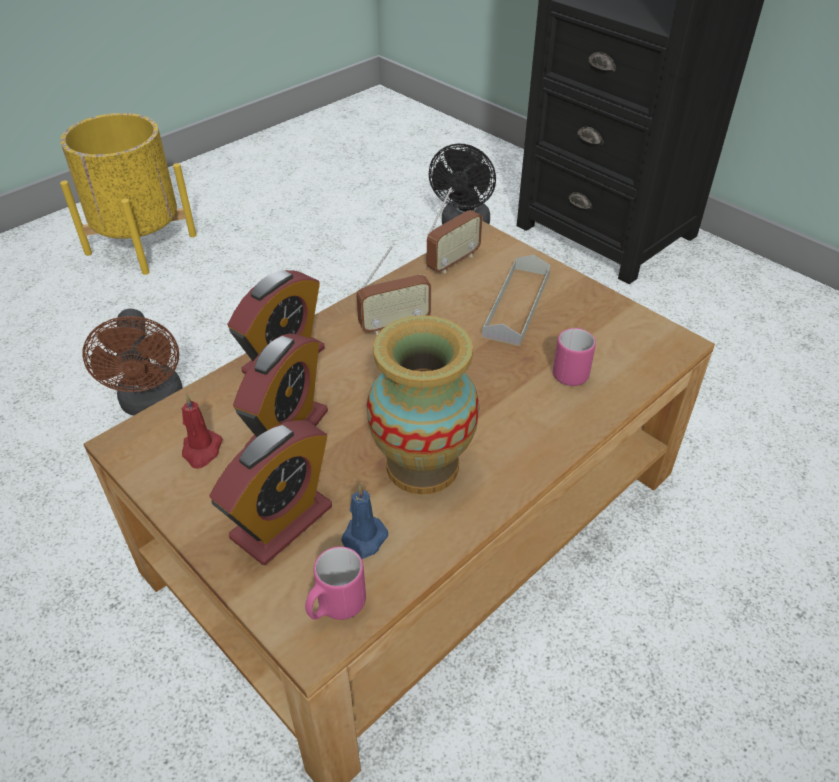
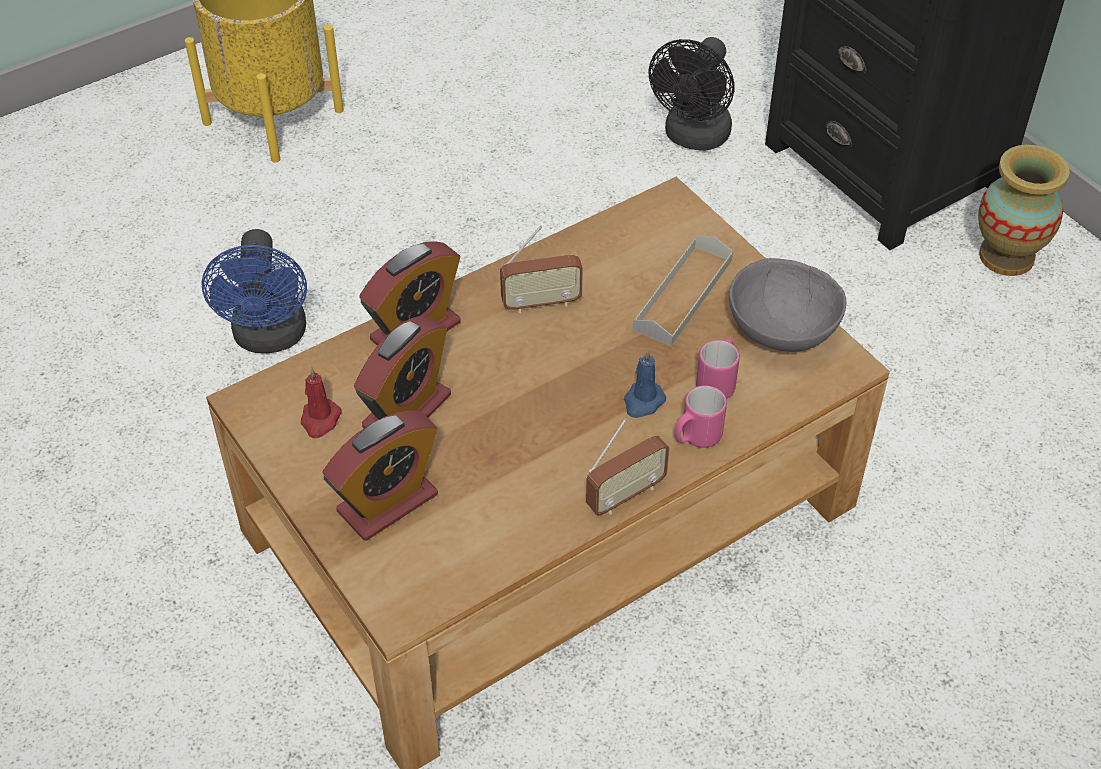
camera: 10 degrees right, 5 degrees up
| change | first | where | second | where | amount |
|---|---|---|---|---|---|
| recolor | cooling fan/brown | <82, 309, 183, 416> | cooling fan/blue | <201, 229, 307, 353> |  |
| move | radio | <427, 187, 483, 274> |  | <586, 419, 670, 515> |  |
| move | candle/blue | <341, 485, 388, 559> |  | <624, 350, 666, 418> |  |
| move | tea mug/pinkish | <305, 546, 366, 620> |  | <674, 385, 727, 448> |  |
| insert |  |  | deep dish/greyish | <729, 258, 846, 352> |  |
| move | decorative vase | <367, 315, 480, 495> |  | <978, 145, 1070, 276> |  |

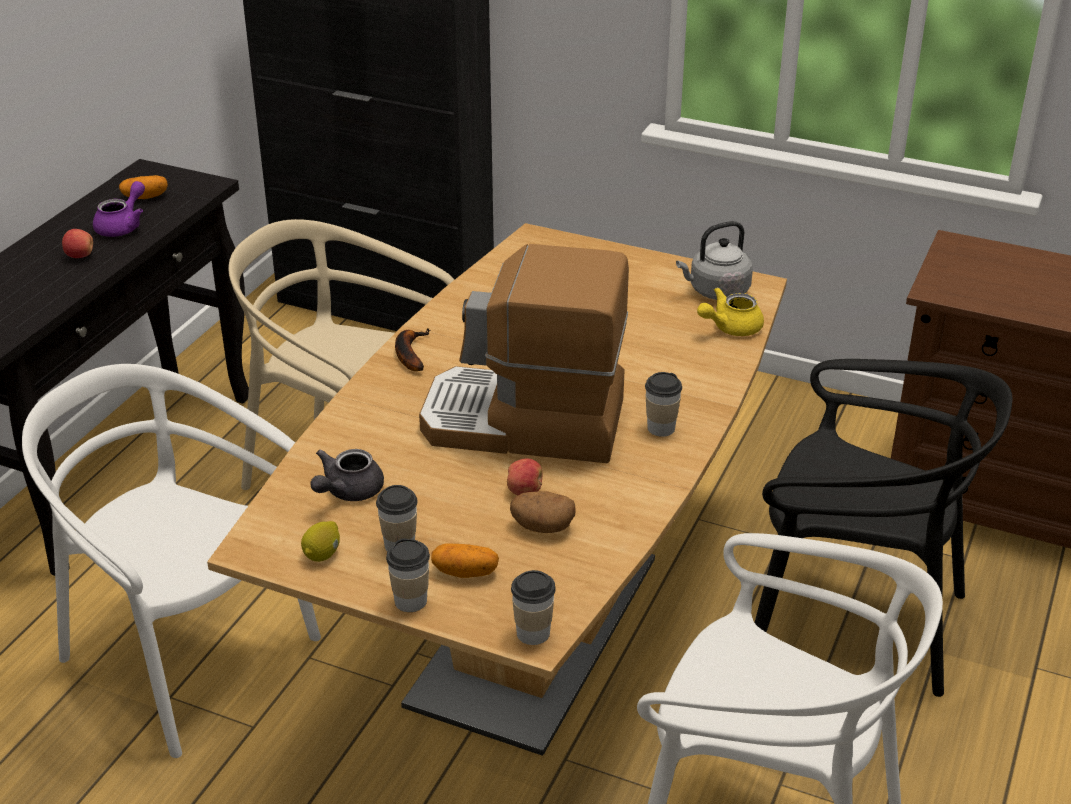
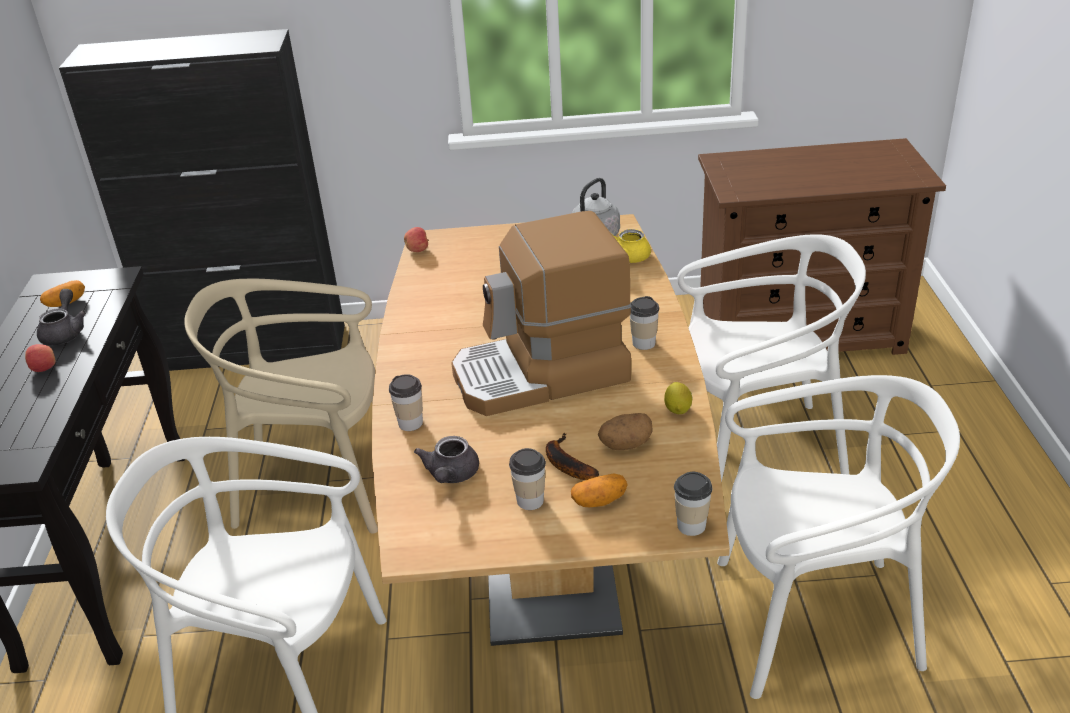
camera: 25 degrees left, 0 degrees up
| change | first | where | second | where | amount |
|---|---|---|---|---|---|
| recolor | pot for tea/purple | <93, 181, 145, 237> | pot for tea/greyish | <37, 289, 86, 346> |  |
| move | small cup | <386, 538, 430, 612> |  | <389, 374, 423, 431> |  |
| move | apple | <507, 458, 542, 495> |  | <404, 227, 429, 252> |  |
| move | whole banana | <395, 328, 431, 371> |  | <546, 433, 599, 480> |  |
| move | lemon | <301, 521, 340, 562> |  | <664, 382, 692, 414> |  |
| recolor | chair/black-coloured | <755, 359, 1012, 697> | chair/white-coloured | <677, 235, 866, 483> |  |

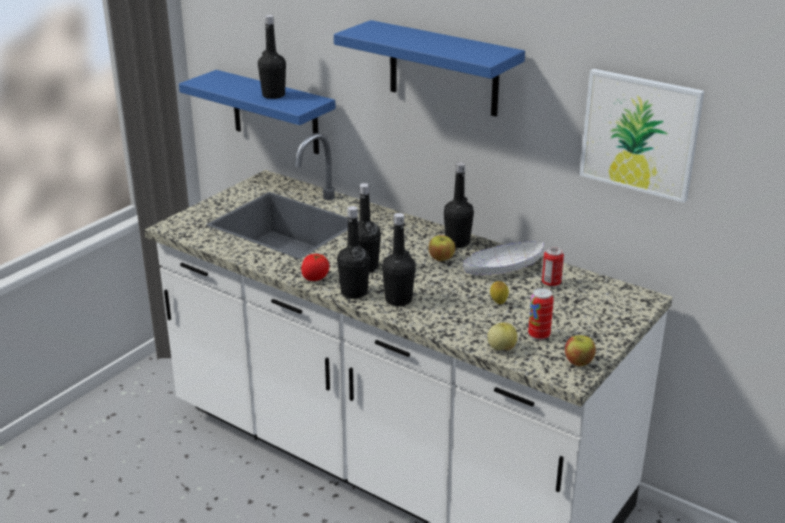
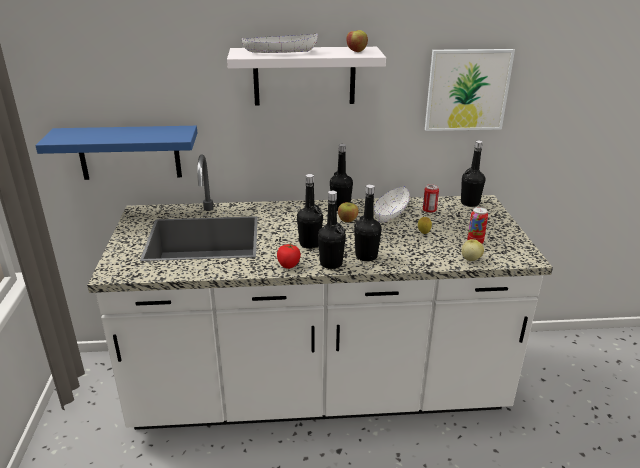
camera: 40 degrees left, 0 degrees up
| change | first | where | second | where | amount |
|---|---|---|---|---|---|
| recolor | shelf/blue | <334, 20, 525, 116> | shelf/white-coloured | <227, 47, 386, 106> |  |
| insert |  |  | deep dish/white-coloured | <242, 33, 318, 53> |  |
| move | apple | <565, 335, 596, 366> |  | <346, 30, 368, 52> |  |
| move | beverage bottle/black-coloured | <258, 15, 286, 99> |  | <461, 141, 485, 207> |  |

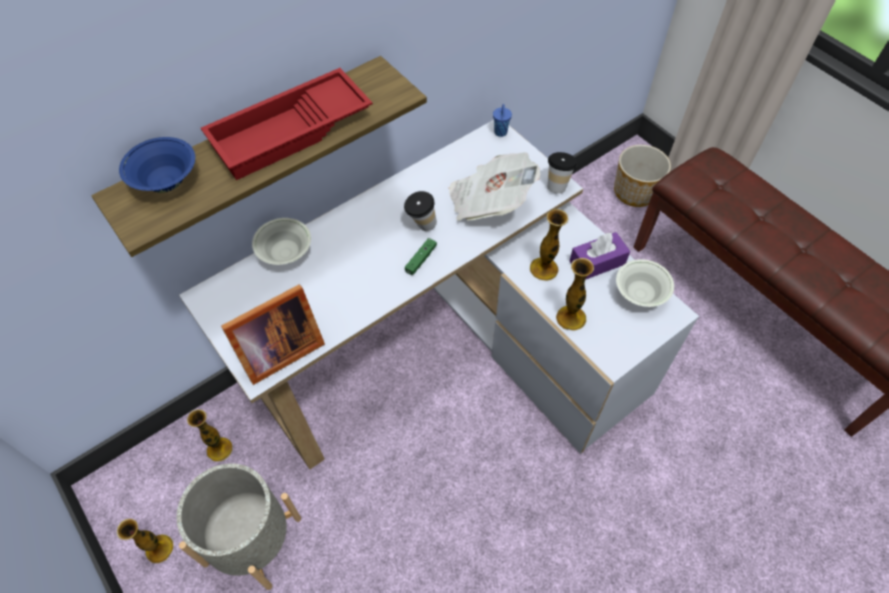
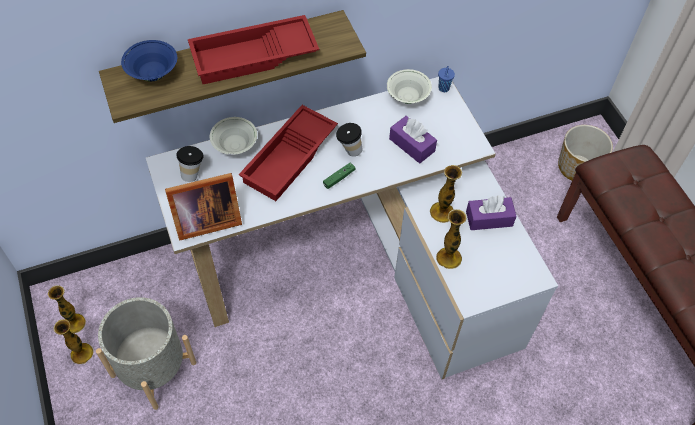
camera: 15 degrees right, 0 degrees up
| change | first | where | second | where | amount |
|---|---|---|---|---|---|
| move | decorative vase | <187, 409, 233, 461> |  | <48, 285, 86, 334> |  |
| move | small cup | <548, 152, 578, 194> |  | <176, 146, 204, 182> |  |
| insert |  |  | serving tray/reddish | <239, 105, 338, 201> |  |
| move | deep dish/white-coloured | <616, 259, 674, 307> |  | <387, 69, 432, 104> |  |
| replace | newspaper | <448, 152, 540, 221> | tissue holder/purple | <389, 116, 437, 163> |  |

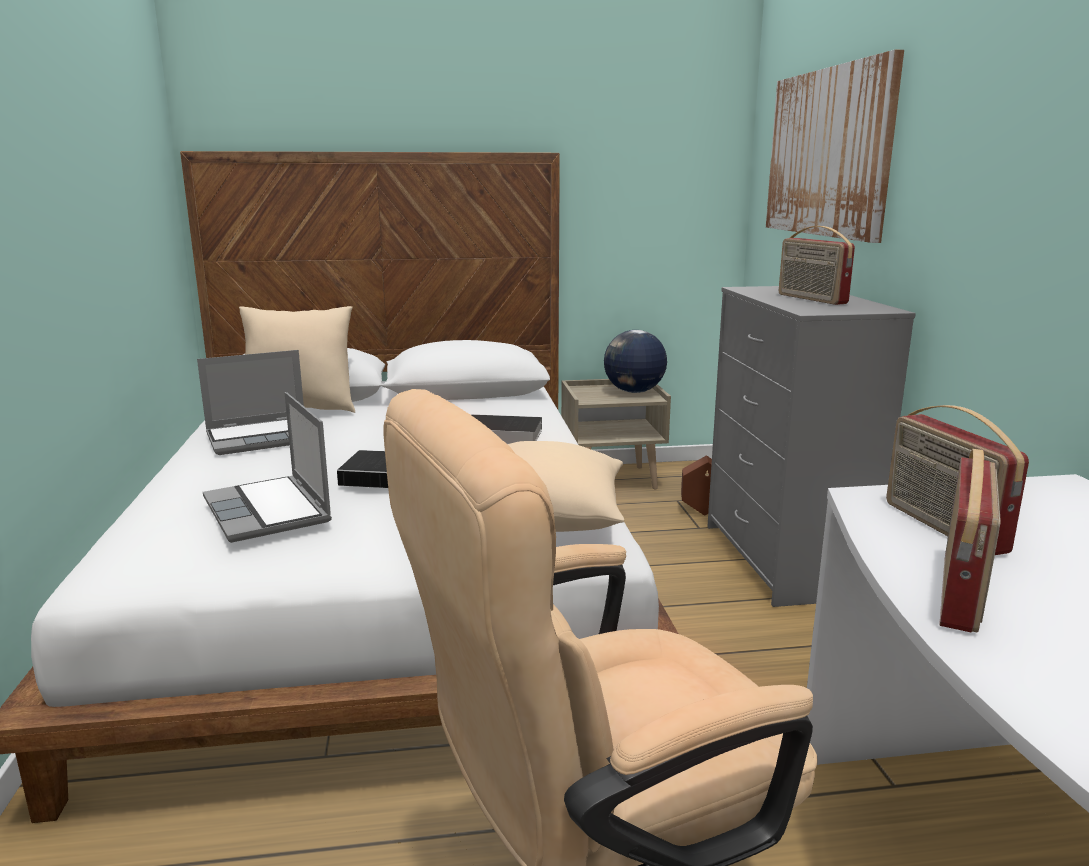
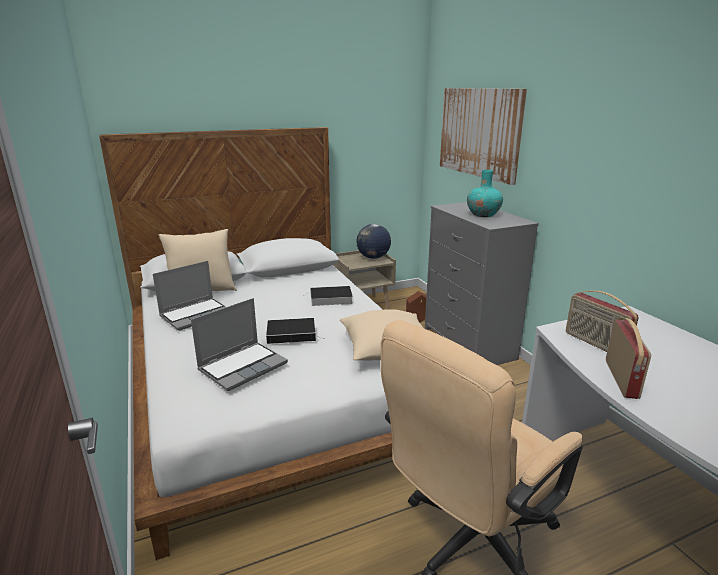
camera: 15 degrees left, 5 degrees up
| change | first | where | second | where | amount |
|---|---|---|---|---|---|
| rotate | laptop | <203, 392, 332, 543> |  | <191, 298, 288, 391> | 90 degrees counterclockwise |
| replace | radio | <779, 226, 855, 305> | decorative vase/blue-green | <467, 170, 503, 217> |  |

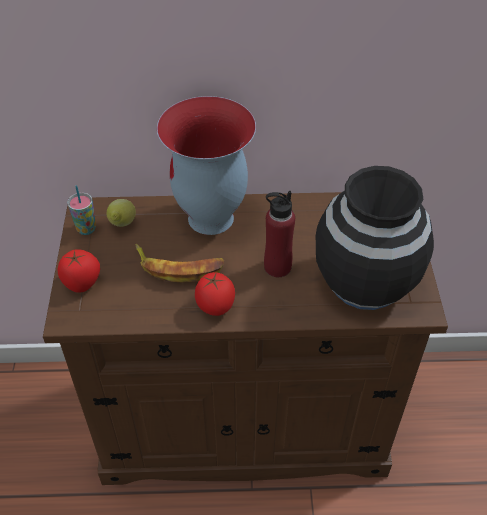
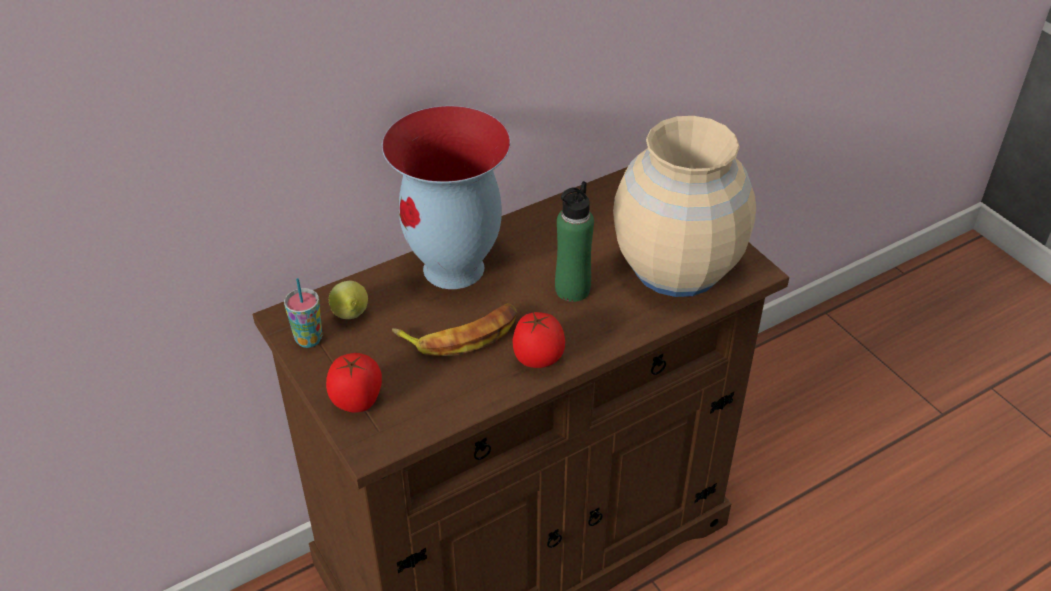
camera: 30 degrees left, 5 degrees down
| change | first | where | second | where | amount |
|---|---|---|---|---|---|
| recolor | beverage bottle/reddish | <264, 191, 295, 277> | beverage bottle/greenish | <555, 181, 594, 302> |  |
| recolor | decorative vase/black-coloured | <316, 166, 434, 310> | decorative vase/beige-coloured | <613, 116, 756, 297> |  |

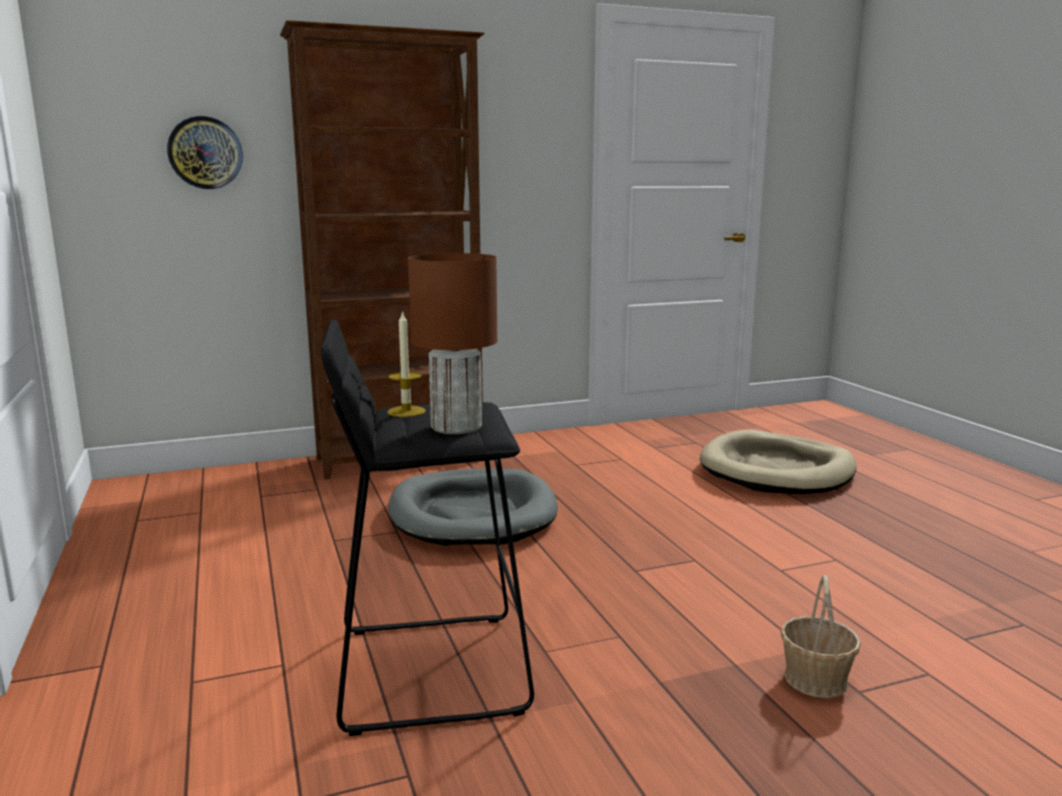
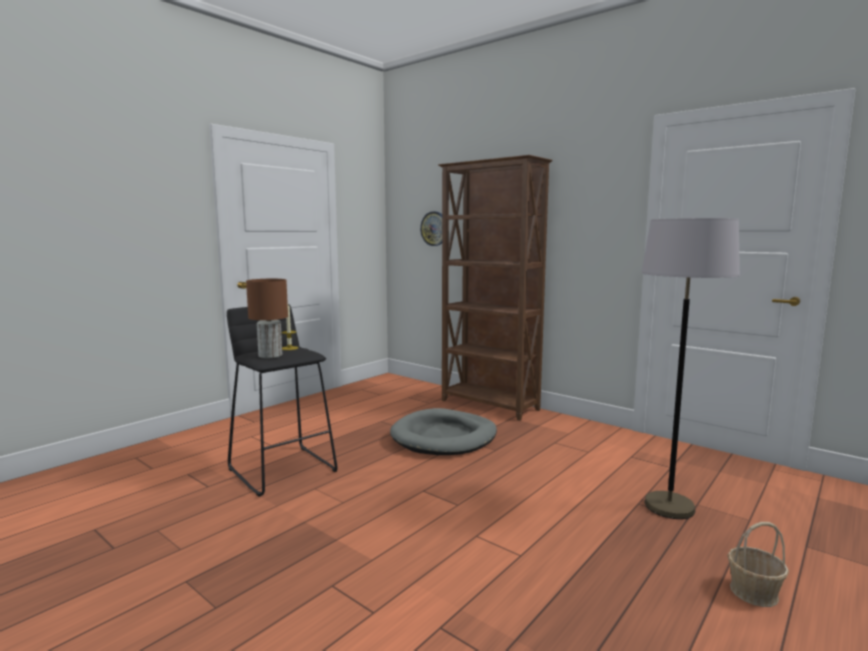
camera: 60 degrees right, 5 degrees down
| change | first | where | second | where | amount |
|---|---|---|---|---|---|
| replace | dog bed/beige-coloured | <700, 430, 856, 494> | standing lamp/greyish | <641, 218, 740, 519> |  |
| move | basket | <780, 575, 861, 698> |  | <727, 522, 789, 607> |  |

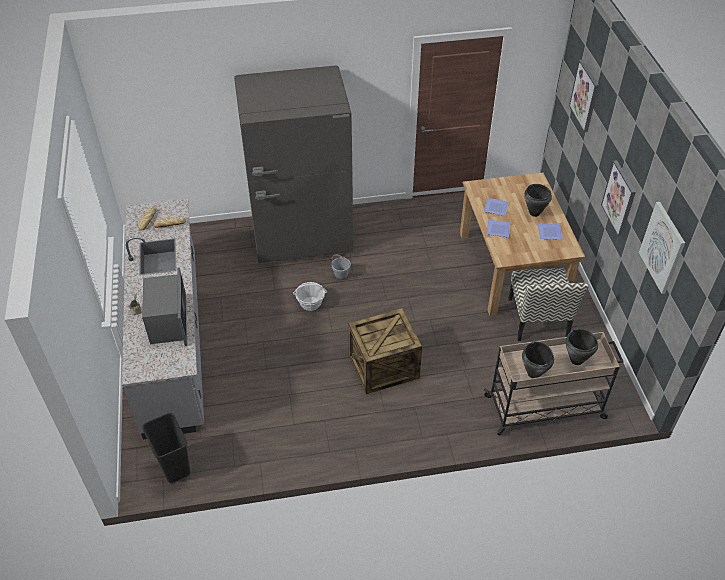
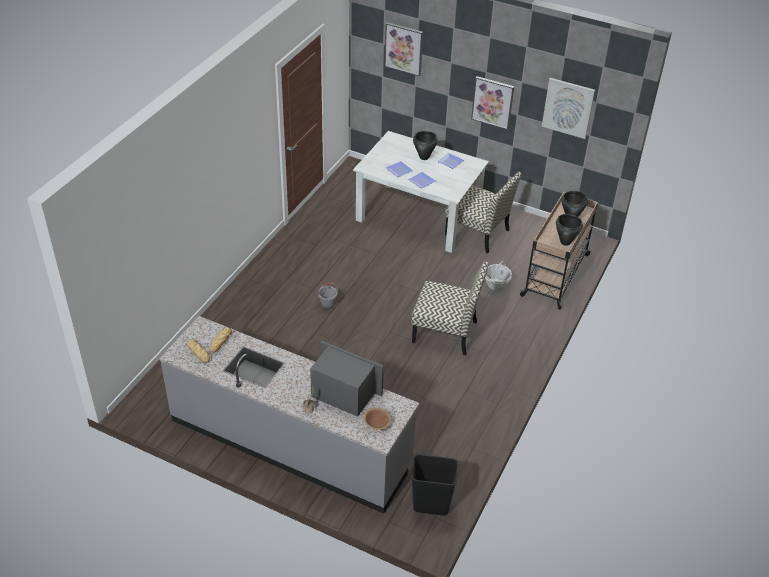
camera: 55 degrees left, 5 degrees down
| change | first | where | second | where | amount |
|---|---|---|---|---|---|
| recolor | dinner table/brown | <460, 172, 585, 316> | dinner table/white-coloured | <353, 131, 489, 253> |  |
| insert |  |  | deep dish/brown | <363, 407, 391, 430> |  |
| replace | crate | <348, 308, 422, 394> | chair | <411, 261, 488, 355> |  |
| move | basket | <293, 282, 327, 311> |  | <485, 261, 512, 291> |  |
| delete | kitchen fridge/greyish | <234, 65, 353, 263> |  |  |  |

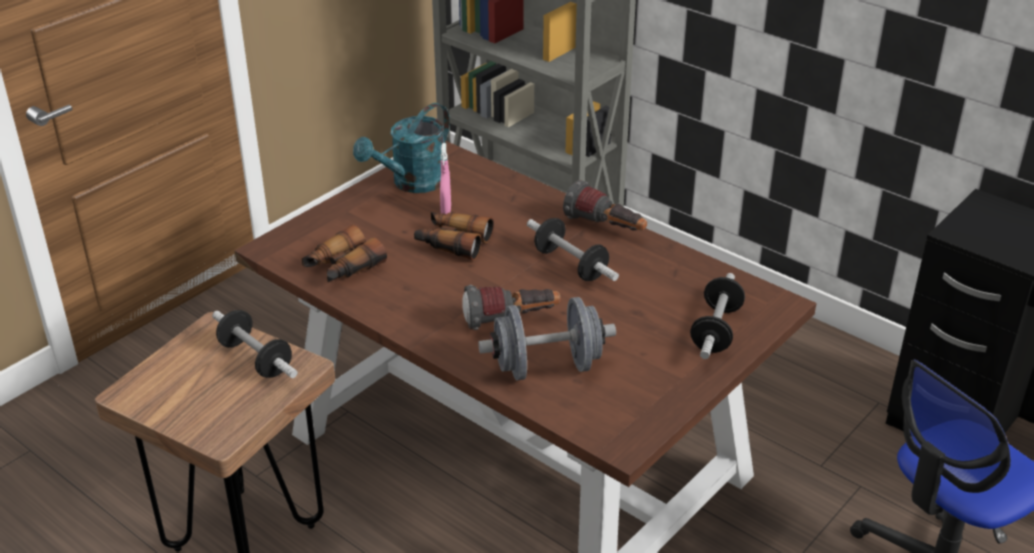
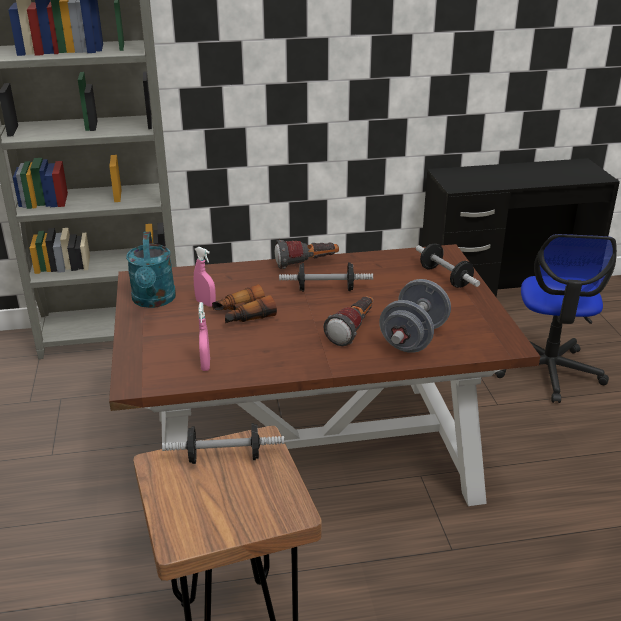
camera: 50 degrees left, 5 degrees down
| change | first | where | second | where | amount |
|---|---|---|---|---|---|
| replace | field glasses | <302, 225, 387, 282> | hand sprayer/pinkish | <198, 302, 210, 371> |  |

